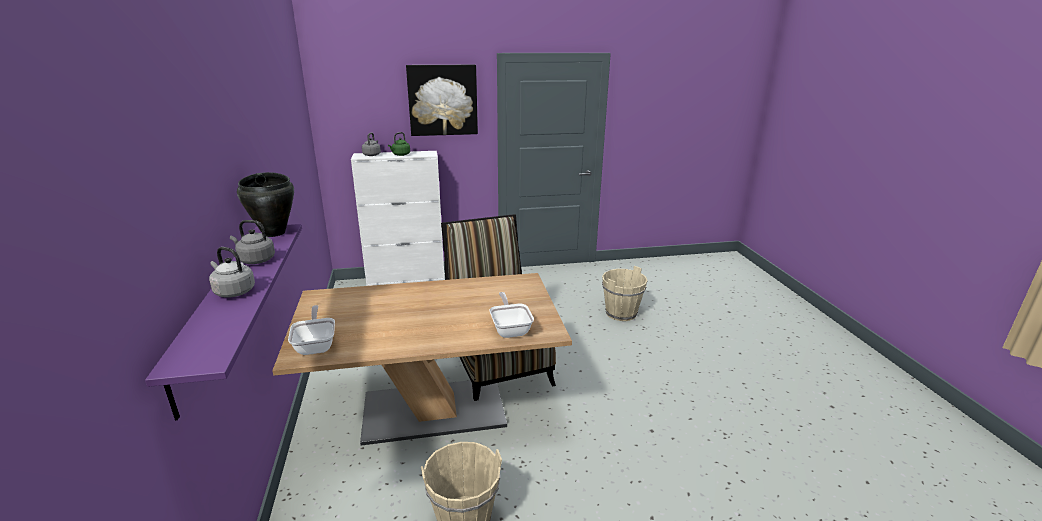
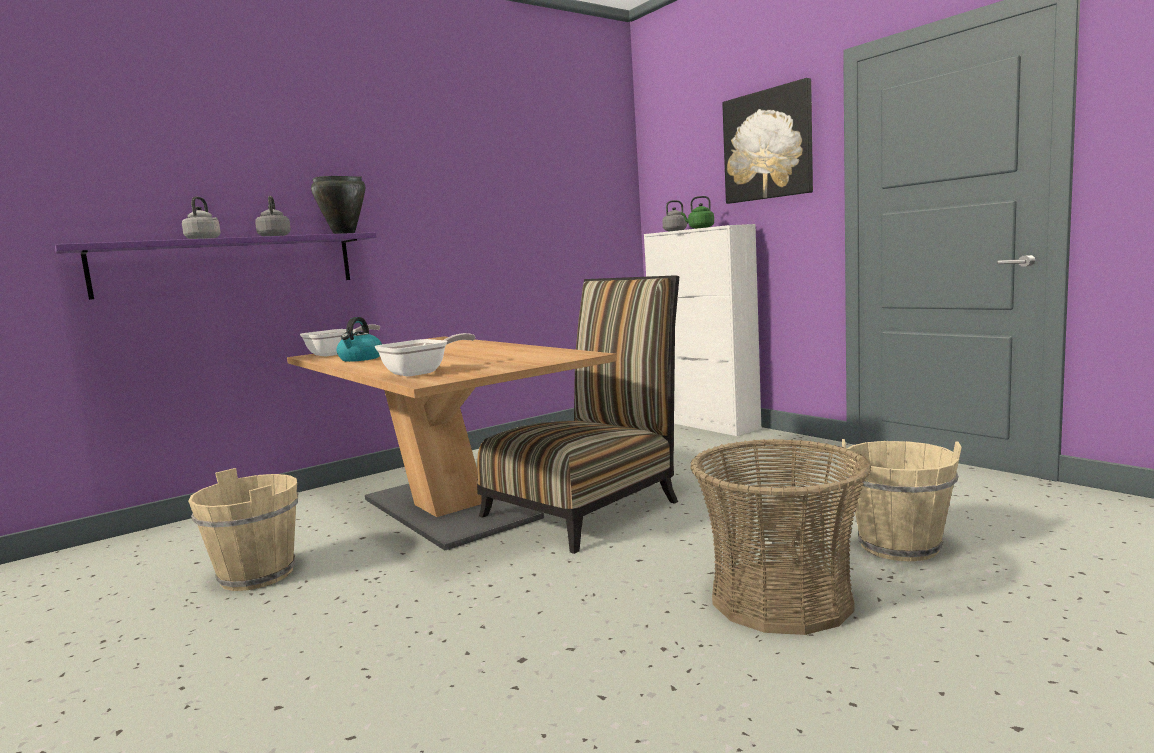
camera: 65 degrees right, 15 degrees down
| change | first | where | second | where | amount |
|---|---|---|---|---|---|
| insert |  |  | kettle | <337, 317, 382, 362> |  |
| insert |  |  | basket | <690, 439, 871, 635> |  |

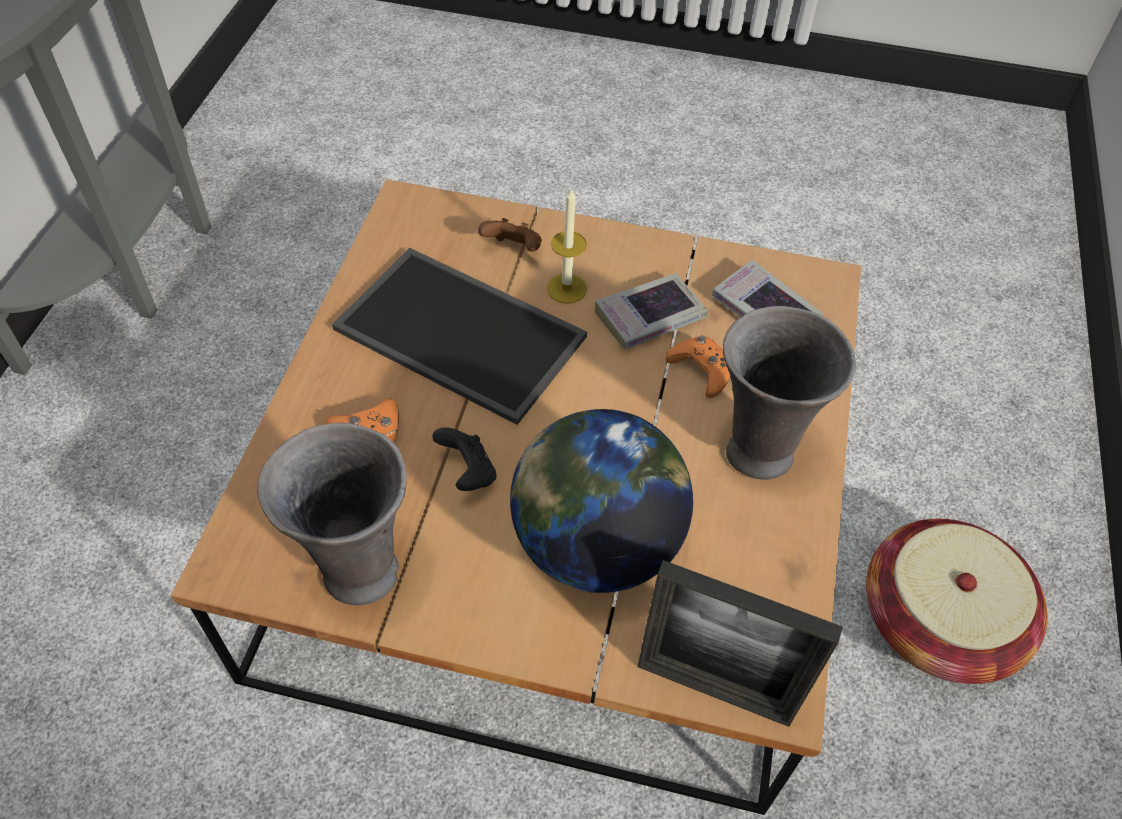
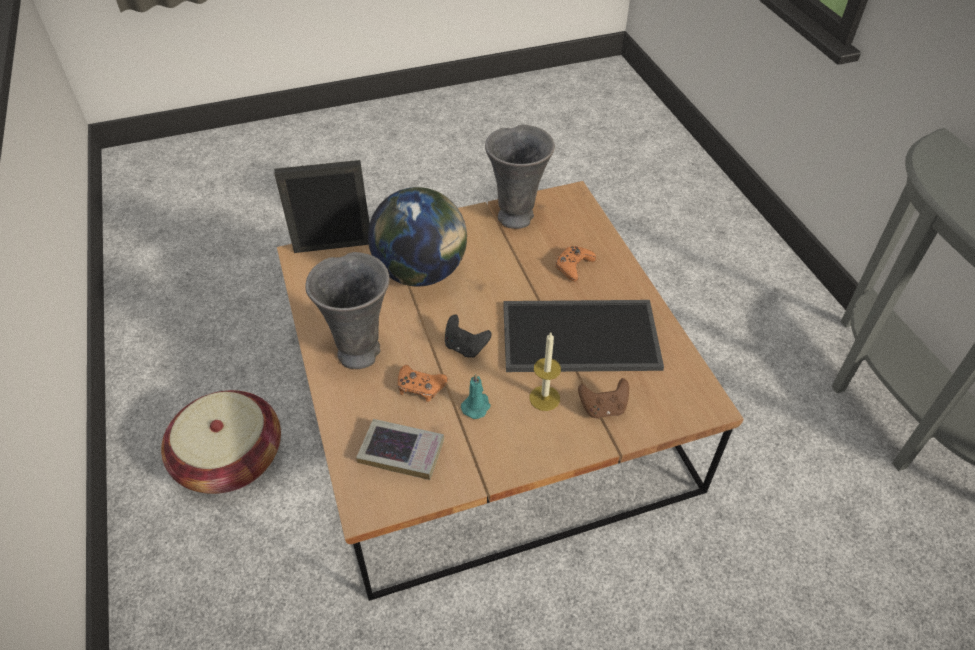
camera: 150 degrees right, 5 degrees down
| change | first | where | second | where | amount |
|---|---|---|---|---|---|
| move | joypad/black-coloured | <432, 427, 497, 491> |  | <445, 315, 492, 358> |  |
| replace | bound book | <595, 273, 707, 349> | candle/blue-green | <461, 373, 491, 419> |  |

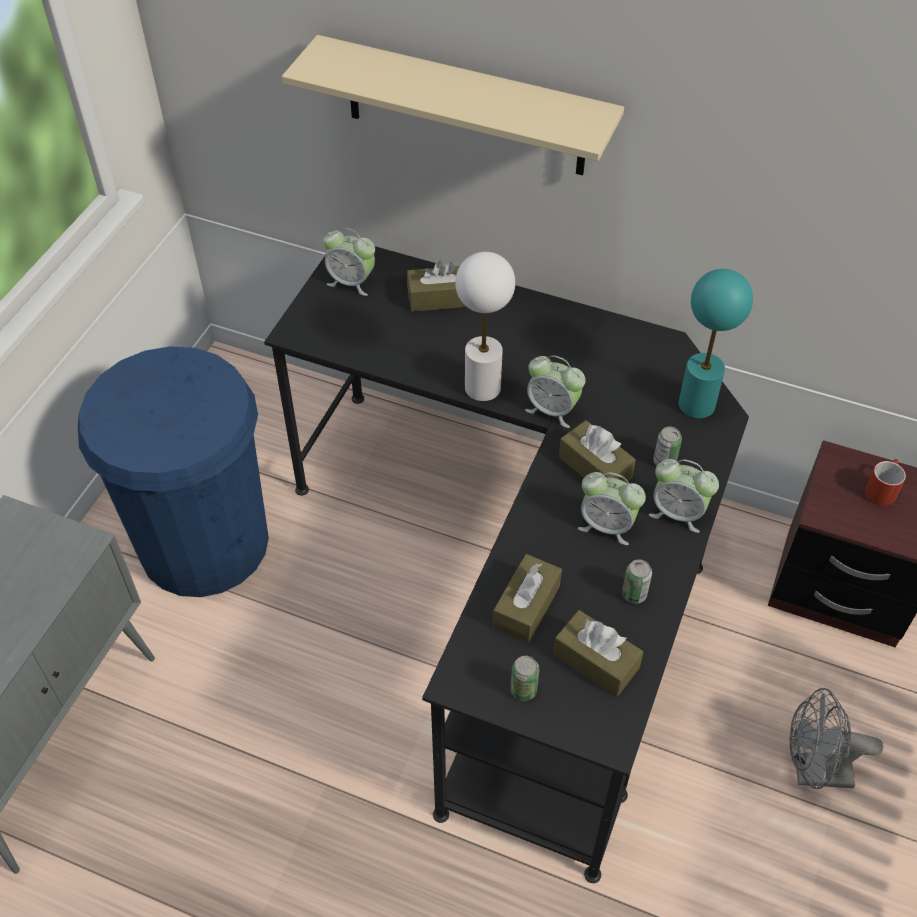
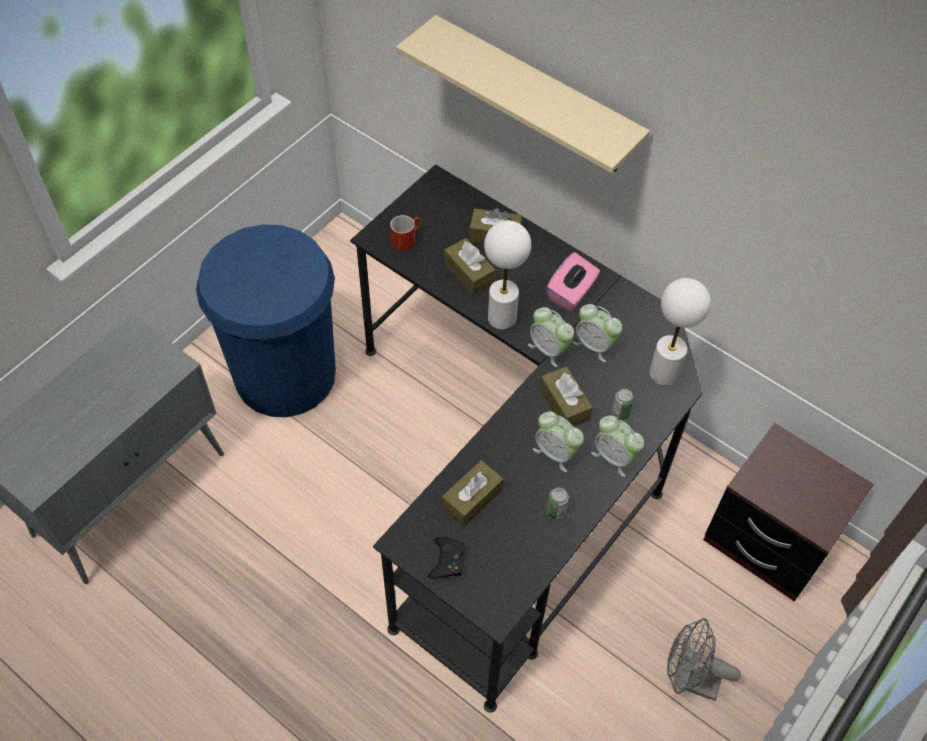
camera: 15 degrees right, 5 degrees up
| change | first | where | second | where | amount |
|---|---|---|---|---|---|
| move | tea mug/reddish | <865, 459, 906, 506> |  | <390, 215, 421, 251> |  |
| replace | can | <510, 656, 539, 701> | joypad/black-coloured | <427, 537, 466, 579> |  |
| move | tissue holder/brown | <553, 610, 644, 697> |  | <444, 238, 495, 295> |  |
| insert |  |  | tissue holder/pinkish | <546, 252, 600, 311> |  |
| move | bedside clock | <323, 228, 375, 296> |  | <573, 304, 622, 362> |  |
| recolor | lamp for a table/blue-green | <679, 269, 753, 419> | lamp for a table/white-coloured | <649, 278, 711, 386> |  |

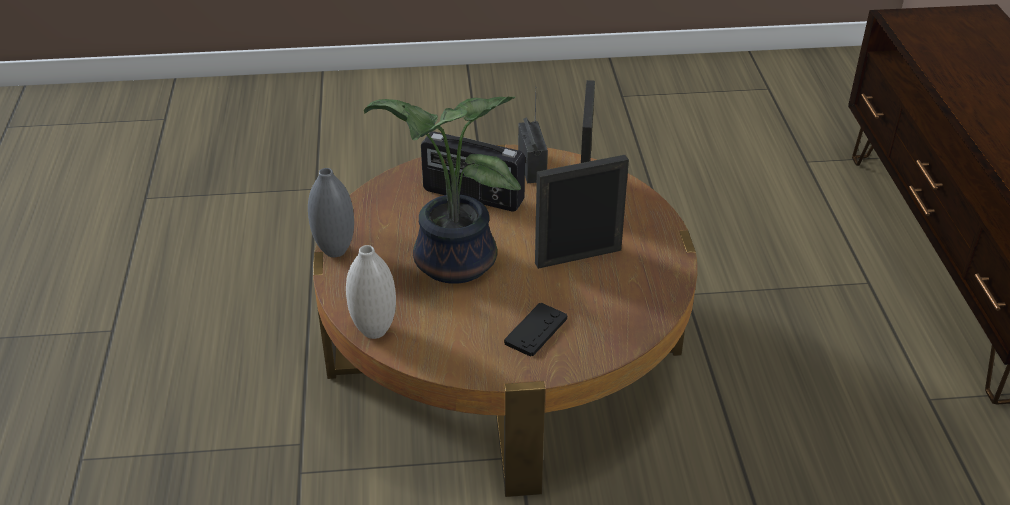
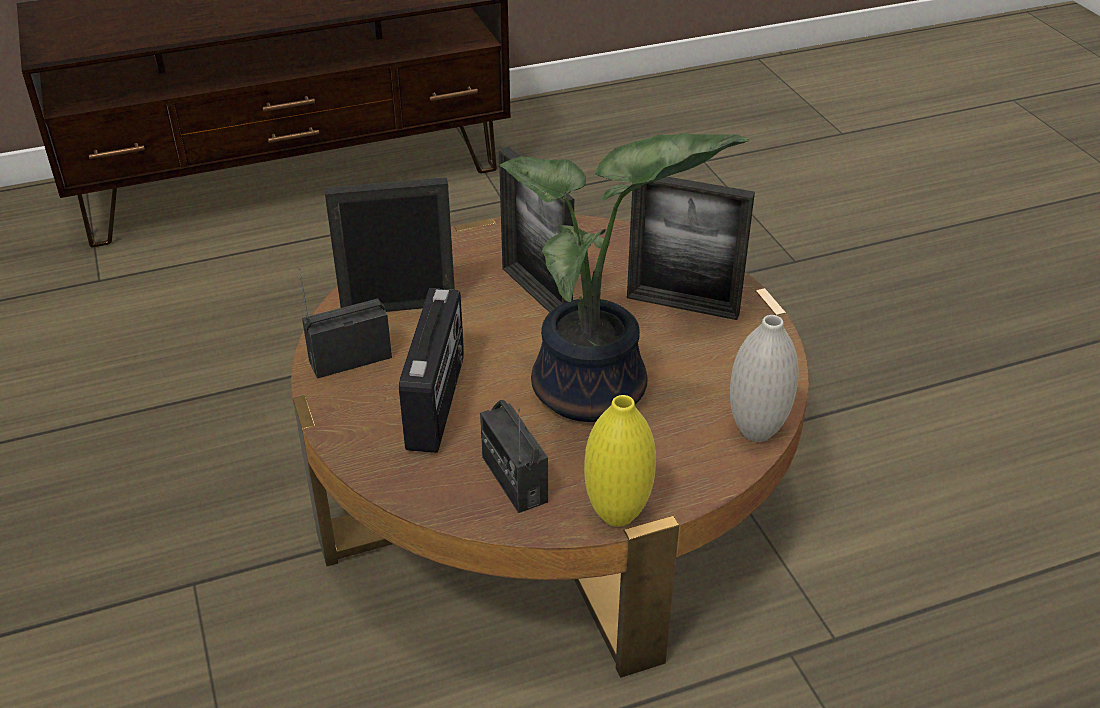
camera: 105 degrees left, 0 degrees up
| change | first | where | second | where | amount |
|---|---|---|---|---|---|
| insert |  |  | radio | <480, 400, 548, 513> |  |
| recolor | decorative vase/greyish | <308, 168, 354, 257> | decorative vase/yellow | <584, 395, 656, 527> |  |
| replace | joypad/black-coloured | <504, 303, 567, 357> | standing frame | <627, 176, 755, 320> |  |

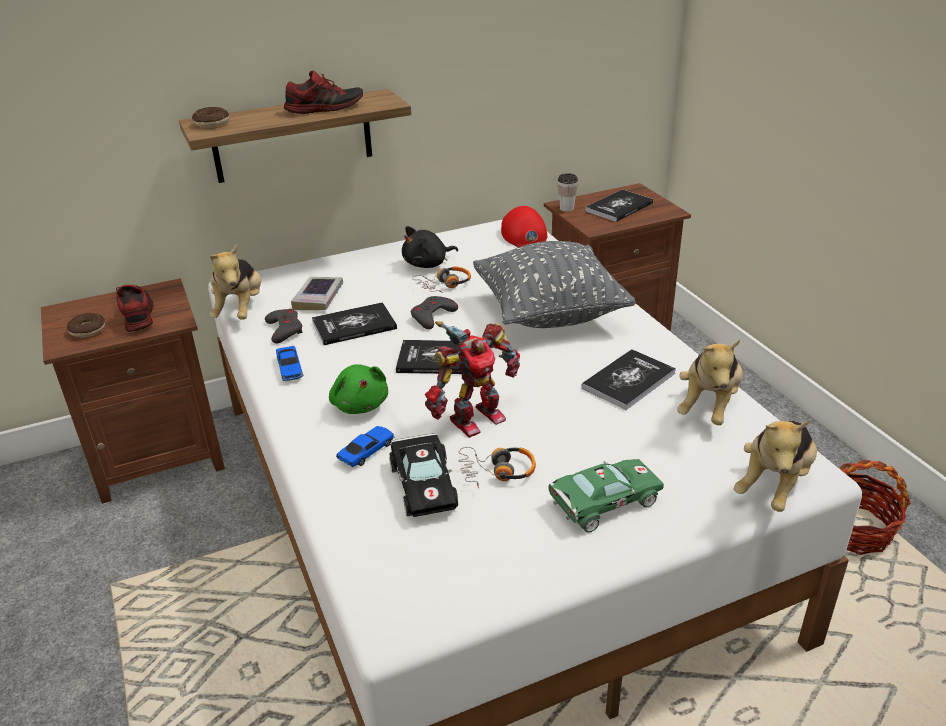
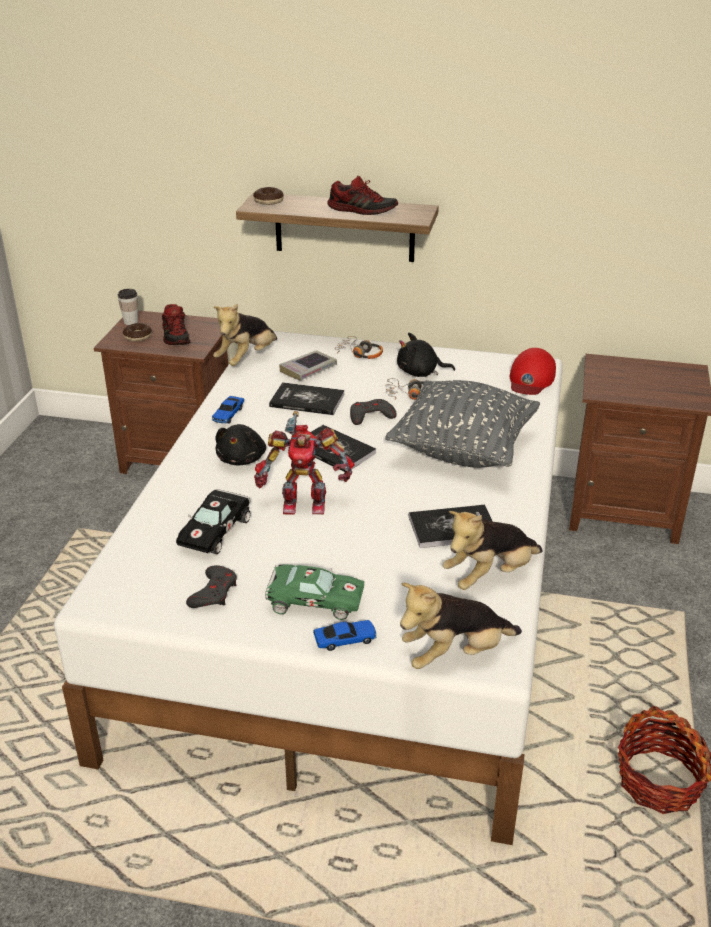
camera: 35 degrees right, 0 degrees up
| change | first | where | second | where | amount |
|---|---|---|---|---|---|
| move | small cup | <558, 173, 578, 212> |  | <118, 289, 138, 325> |  |
| rotate | low shoe | <116, 285, 153, 332> |  | <162, 304, 190, 345> | 150 degrees clockwise |
| move | joypad/greyish | <265, 309, 303, 344> |  | <186, 565, 237, 608> |  |
| recolor | soft toy/greenish | <329, 364, 388, 414> | soft toy/black-coloured | <215, 424, 266, 465> |  |
| move | toy car | <336, 426, 394, 467> |  | <313, 620, 377, 651> |  |
| move | headphones | <458, 447, 536, 488> |  | <336, 336, 383, 359> |  |
| delete | bound book | <585, 189, 653, 222> |  |  |  |

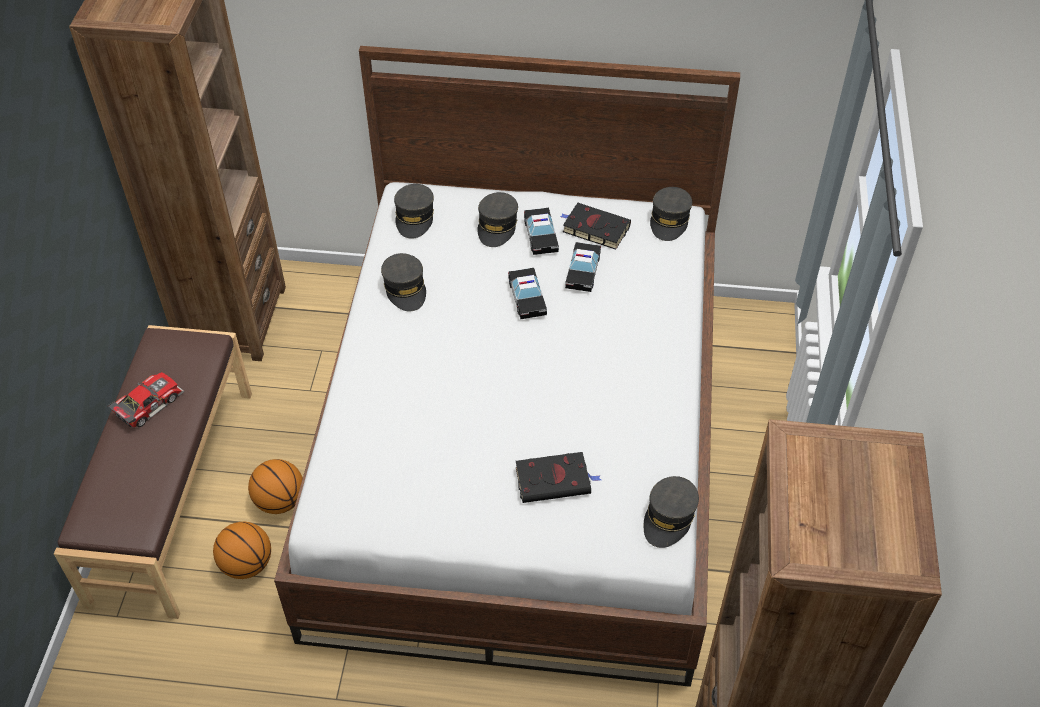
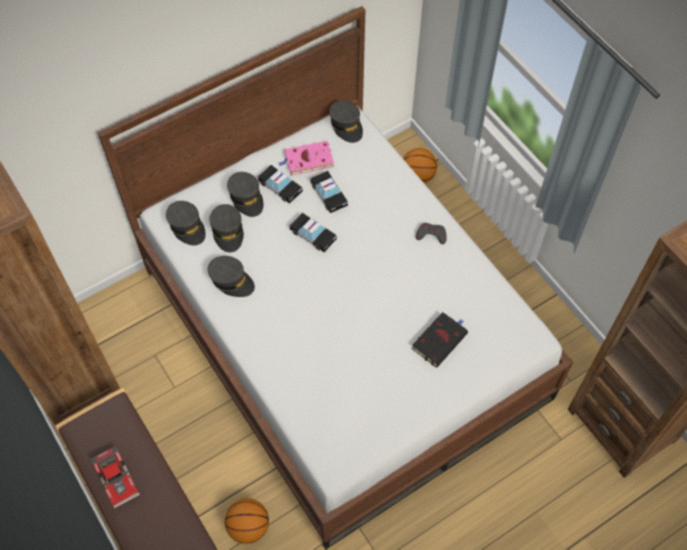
camera: 40 degrees left, 10 degrees up
| change | first | where | second | where | amount |
|---|---|---|---|---|---|
| rotate | toy car | <108, 372, 184, 428> |  | <90, 446, 140, 508> | 150 degrees clockwise |
| move | cap/greyish | <643, 476, 699, 548> |  | <209, 204, 244, 253> |  |
| recolor | bound book/black-coloured | <560, 203, 631, 250> | bound book/pinkish | <278, 141, 334, 175> |  |
| move | basketball ball | <248, 459, 303, 514> |  | <403, 148, 437, 183> |  |
| insert |  |  | joypad/greyish | <416, 223, 447, 244> |  |

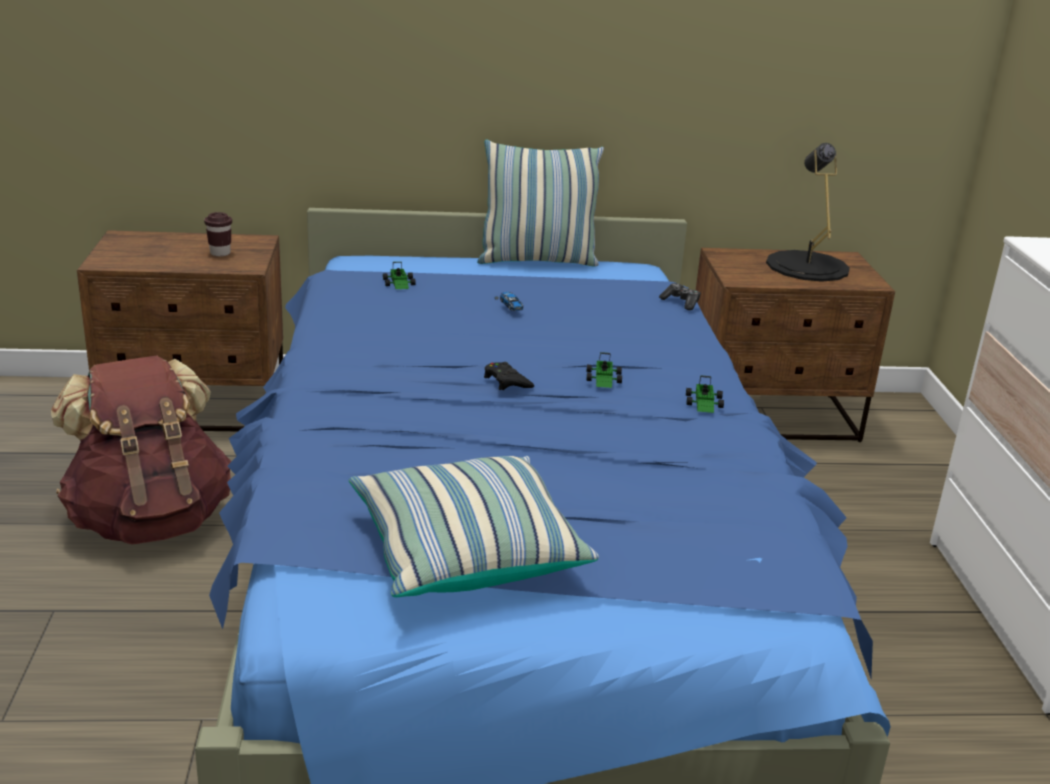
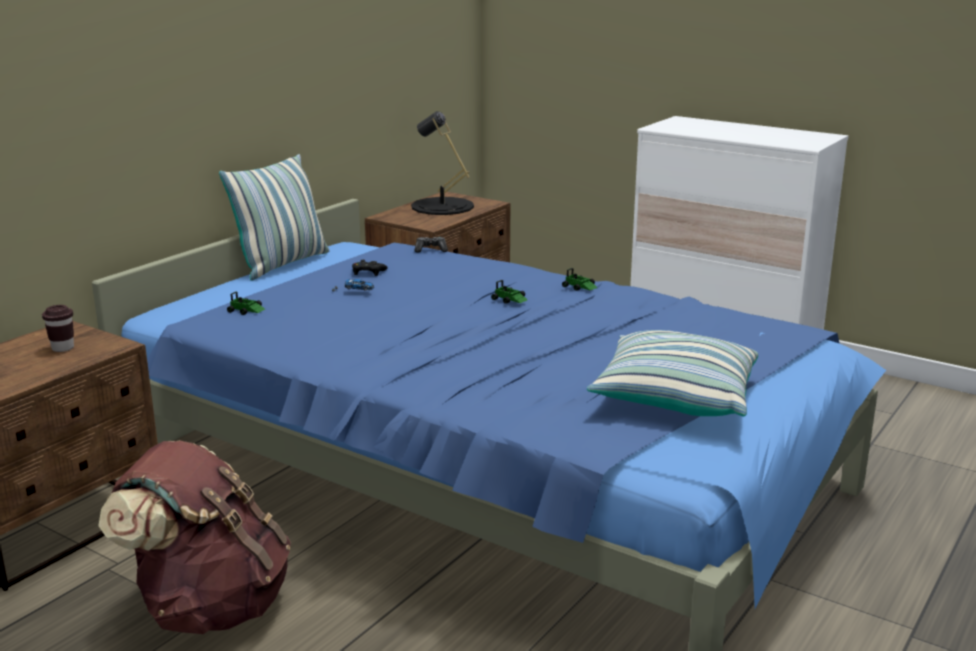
camera: 50 degrees left, 5 degrees down
| change | first | where | second | where | amount |
|---|---|---|---|---|---|
| move | joypad/black-coloured | <484, 362, 534, 390> |  | <352, 260, 388, 276> |  |

